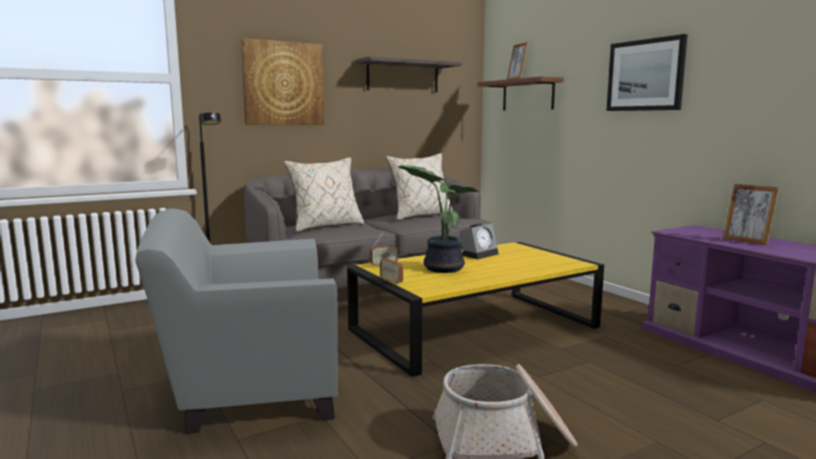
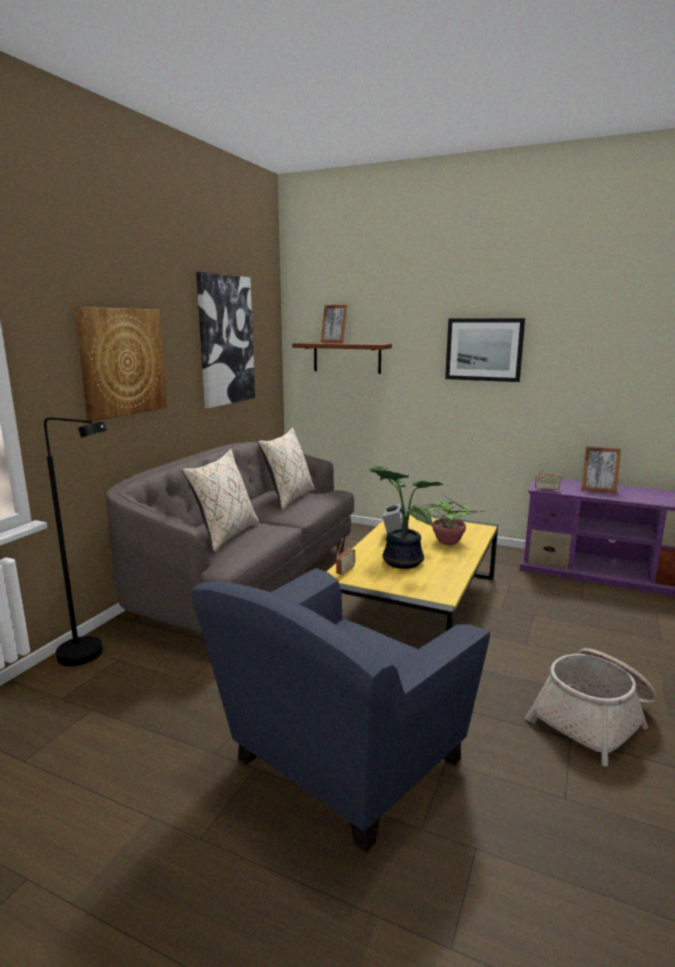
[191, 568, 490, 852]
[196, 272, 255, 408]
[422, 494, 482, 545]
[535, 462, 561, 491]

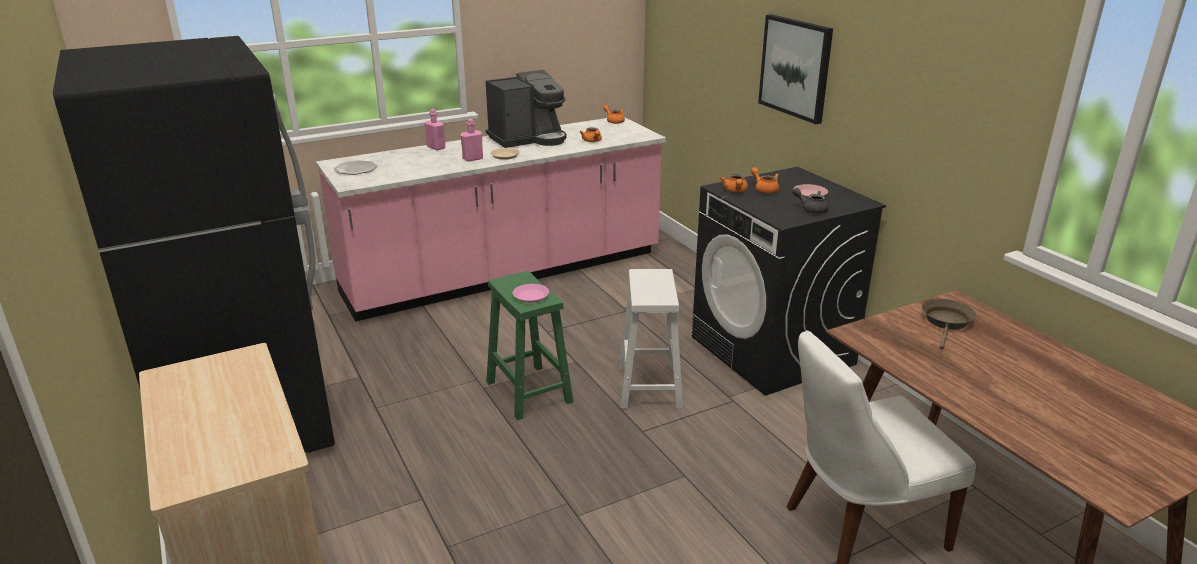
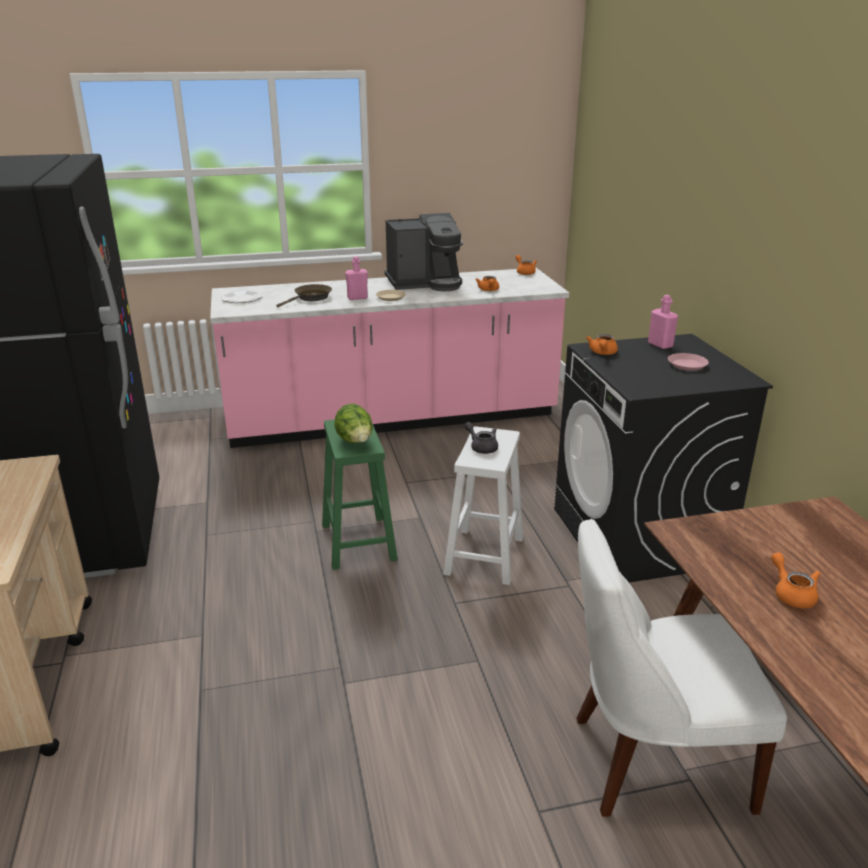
[276, 284, 332, 307]
[334, 404, 373, 443]
[464, 422, 498, 454]
[648, 295, 678, 349]
[771, 552, 820, 608]
[758, 14, 833, 124] (first image)

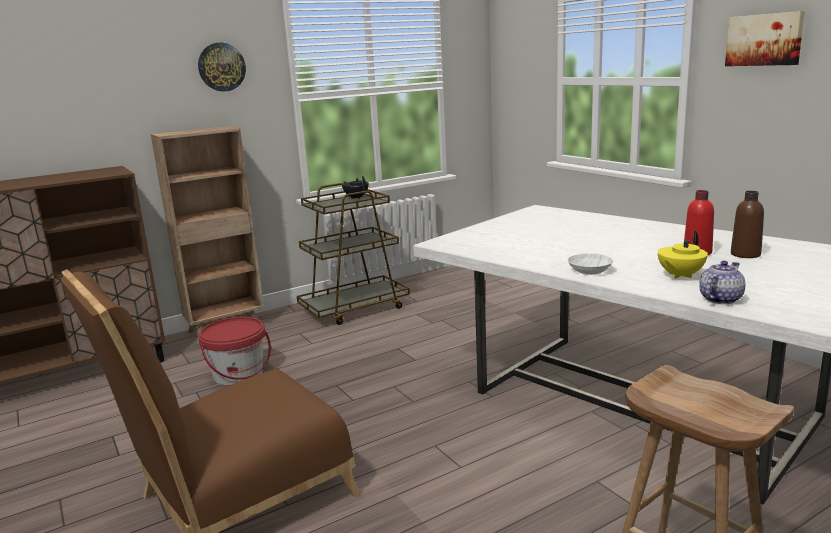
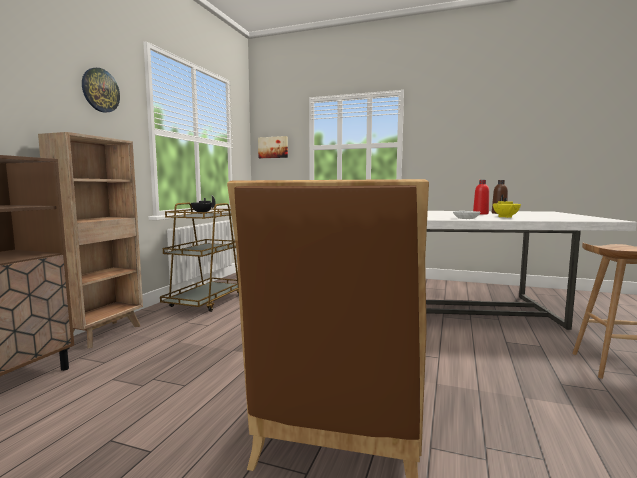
[258, 136, 288, 158]
[198, 317, 271, 385] (first image)
[699, 261, 745, 304] (first image)

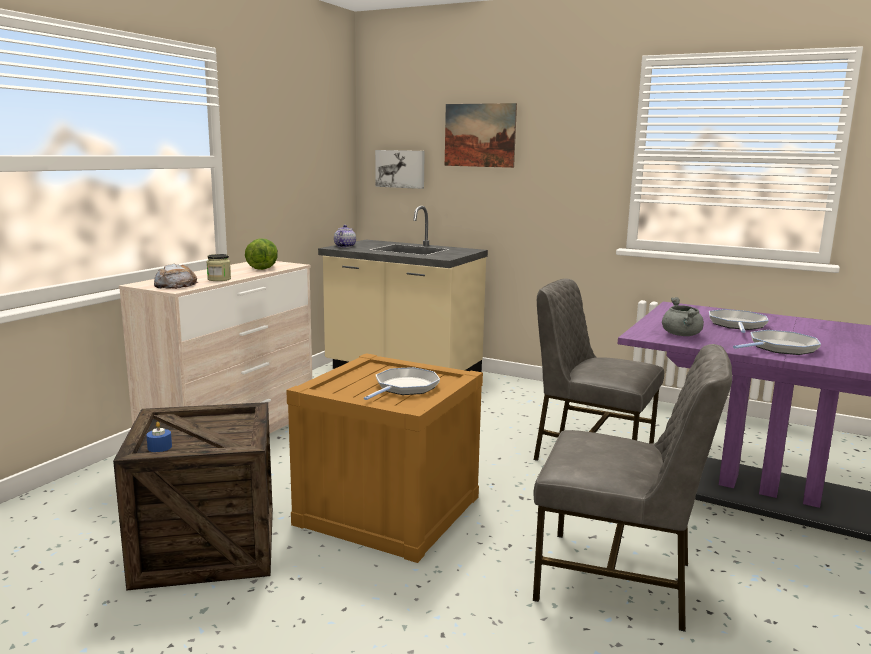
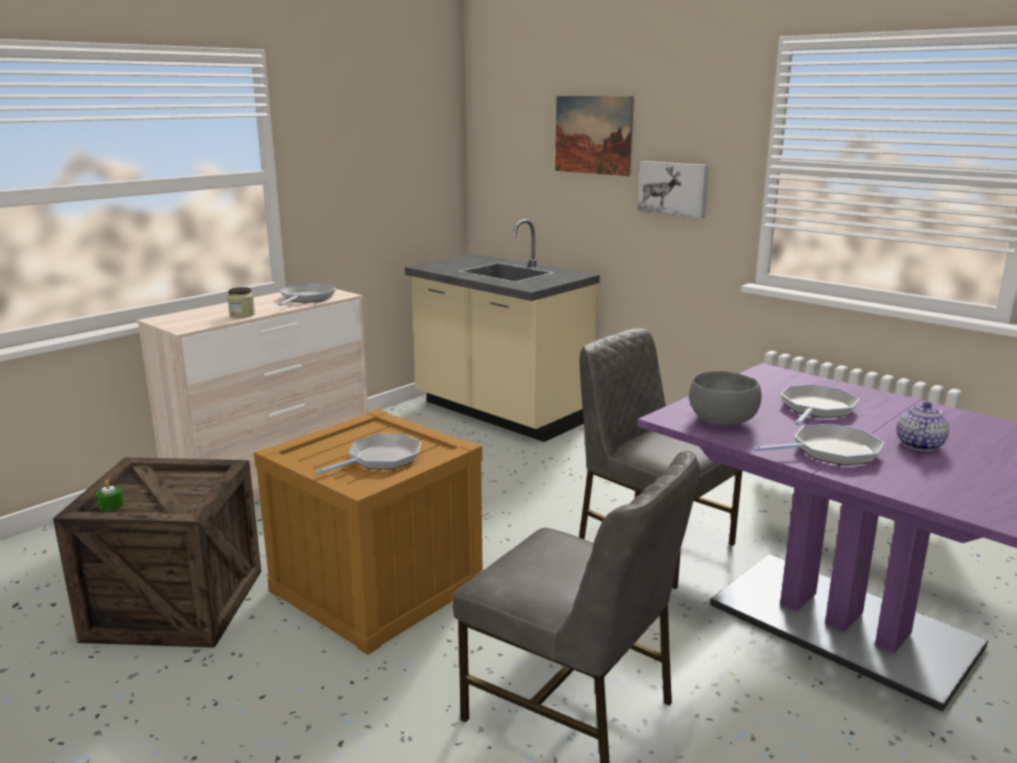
[96, 480, 124, 511]
[278, 283, 336, 306]
[638, 161, 709, 218]
[689, 371, 761, 425]
[897, 402, 949, 451]
[154, 264, 199, 289] (first image)

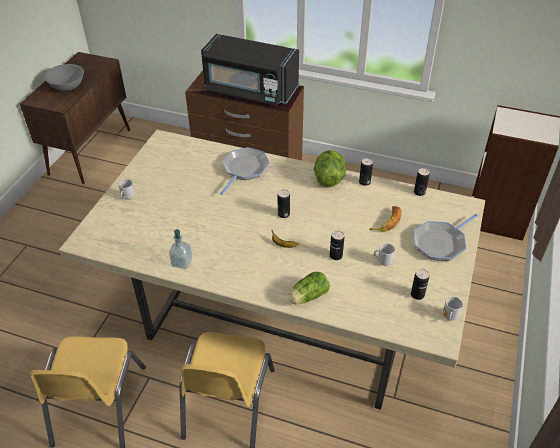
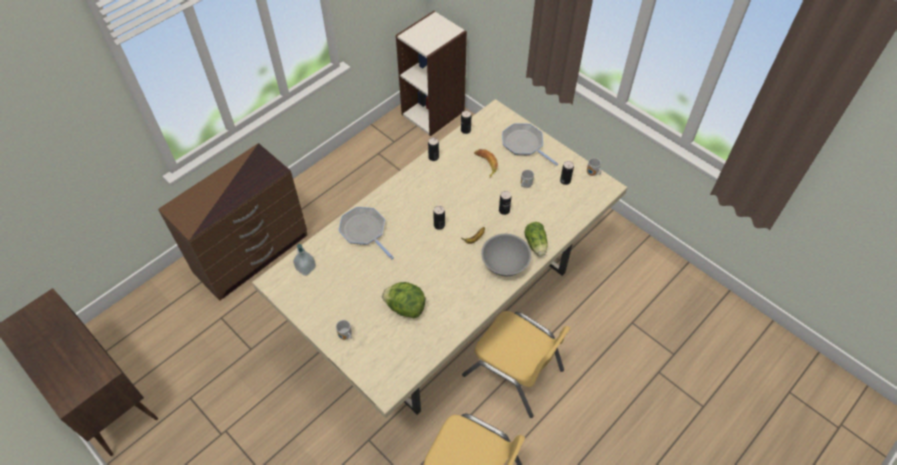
[293, 244, 316, 276]
[382, 282, 425, 318]
[481, 234, 531, 276]
[502, 123, 558, 166]
[201, 34, 299, 106] (first image)

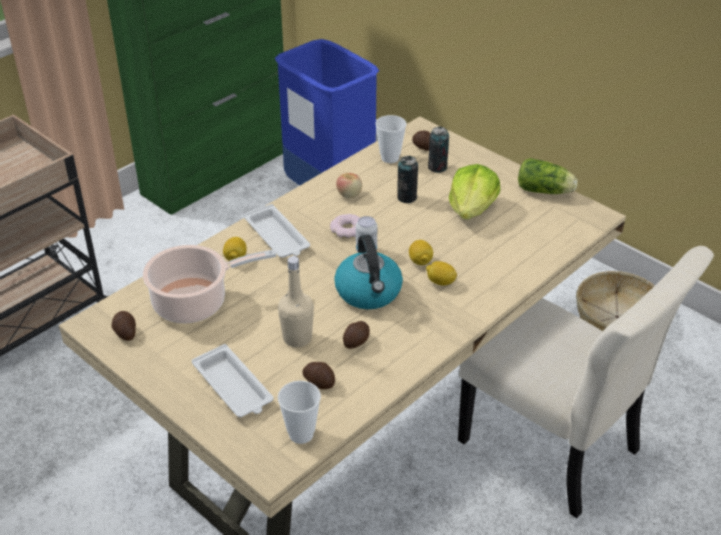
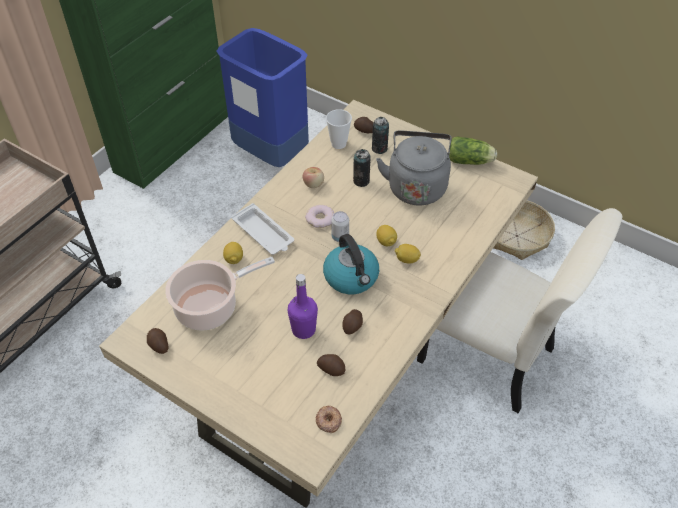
[288, 274, 318, 339]
[315, 406, 342, 433]
[376, 130, 451, 205]
[192, 344, 273, 417] (first image)

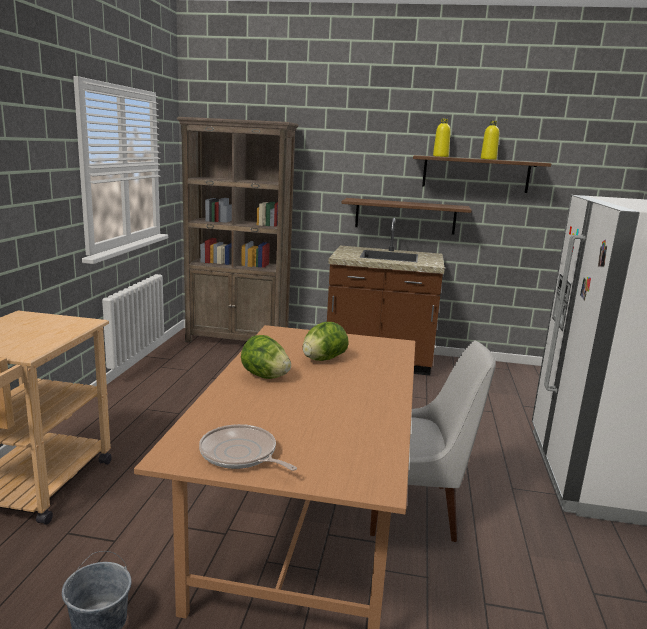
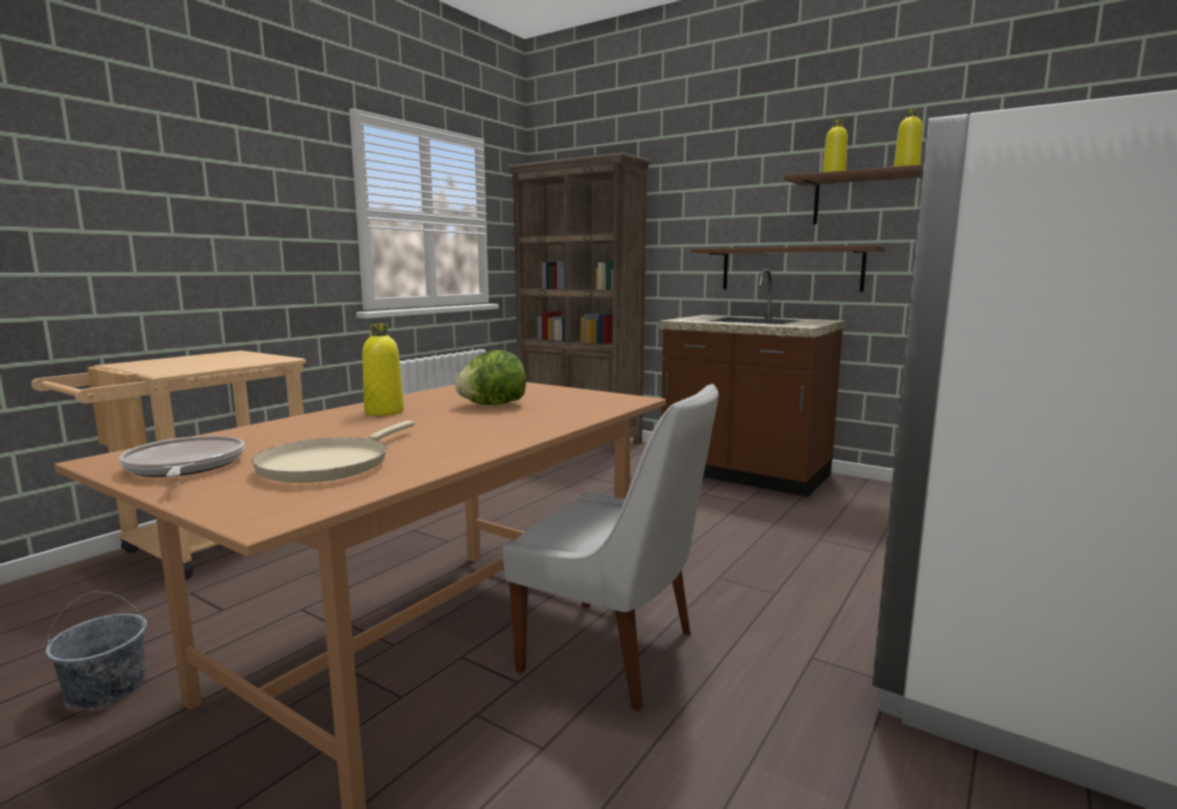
[252, 421, 414, 483]
[362, 323, 404, 416]

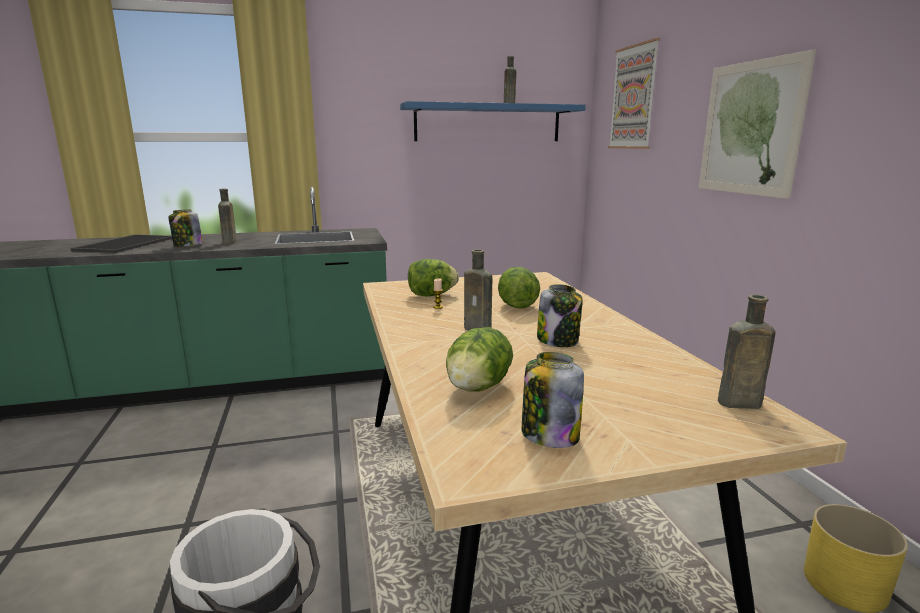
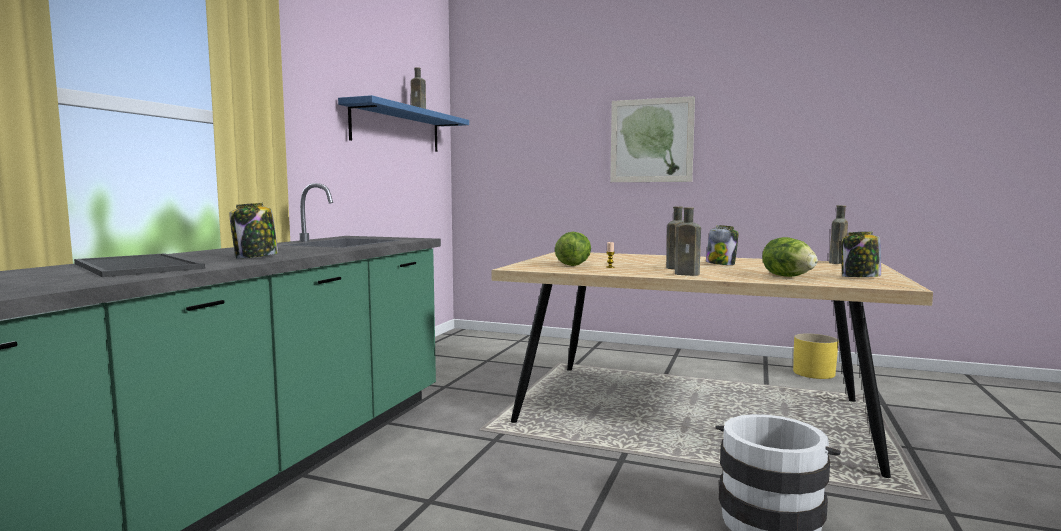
[675, 207, 701, 276]
[498, 267, 540, 309] (first image)
[608, 38, 660, 149] (first image)

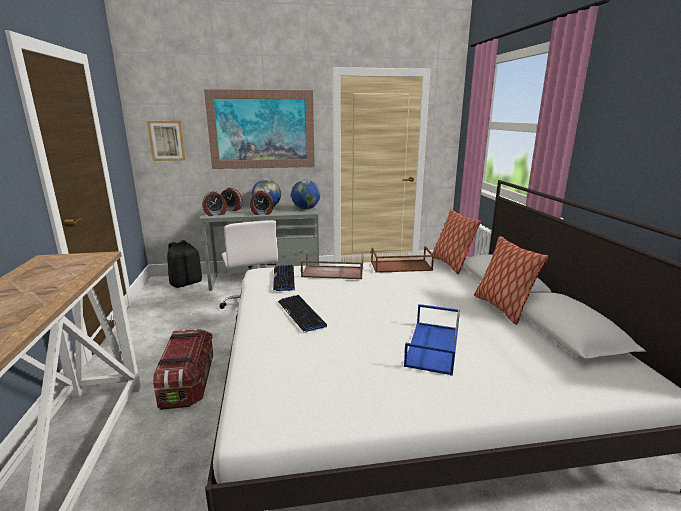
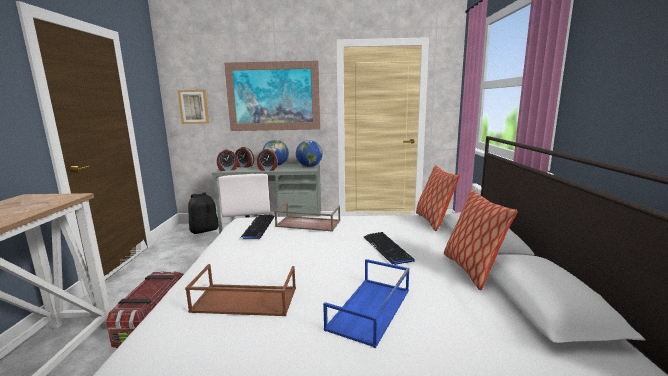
[185, 264, 296, 316]
[364, 232, 415, 265]

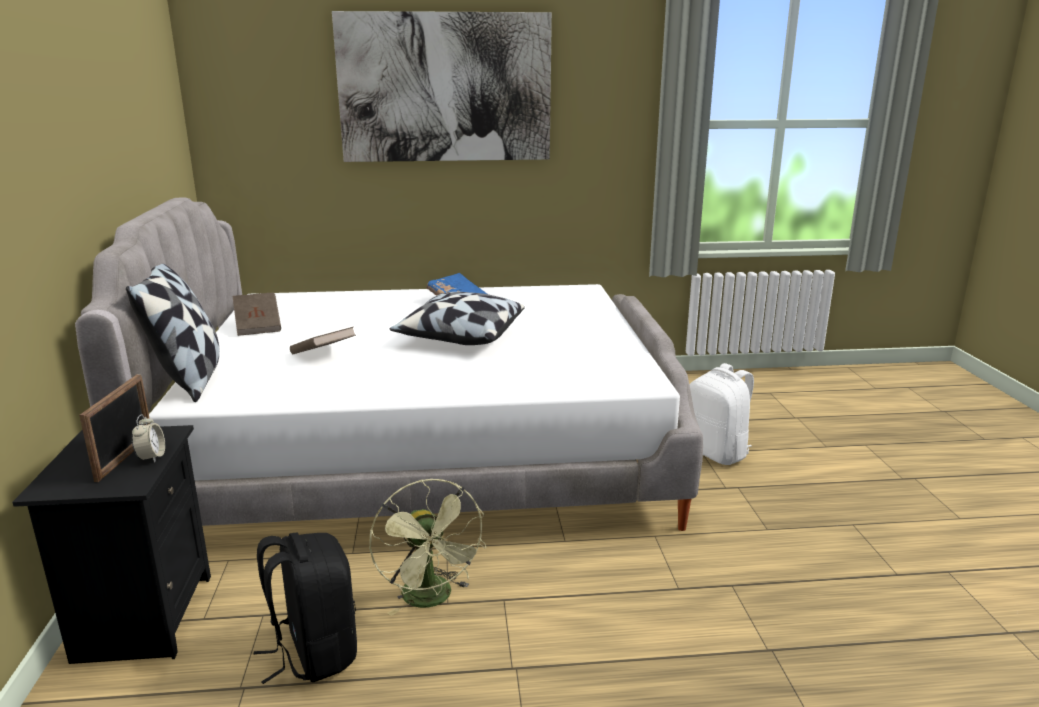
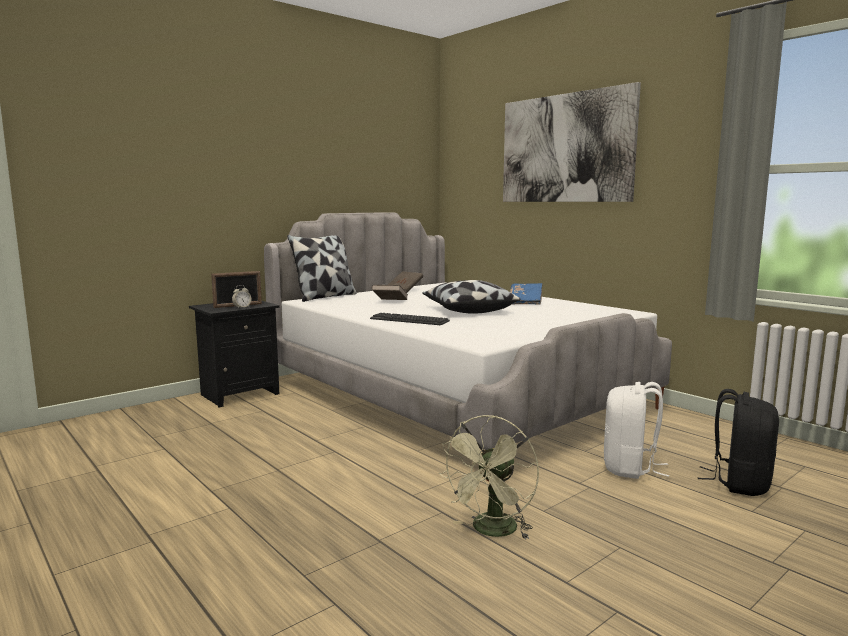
[370, 313, 450, 325]
[439, 415, 539, 539]
[698, 389, 779, 496]

